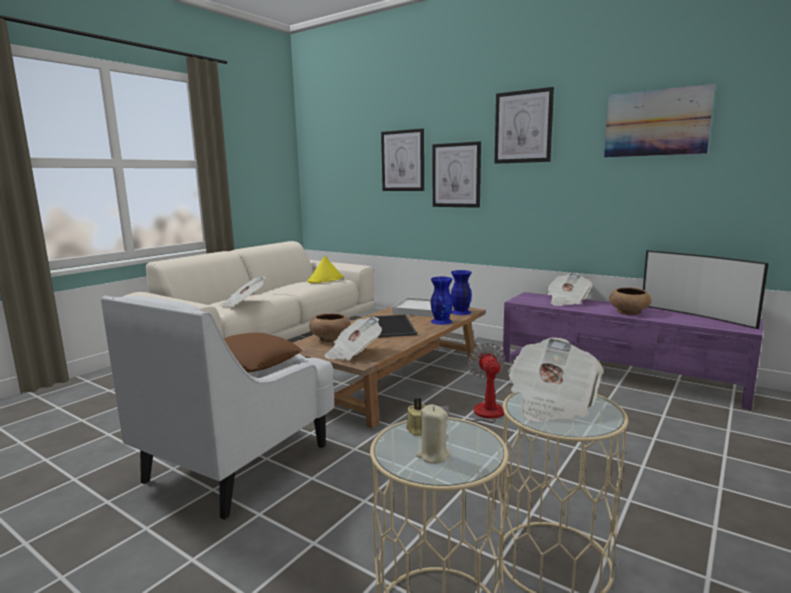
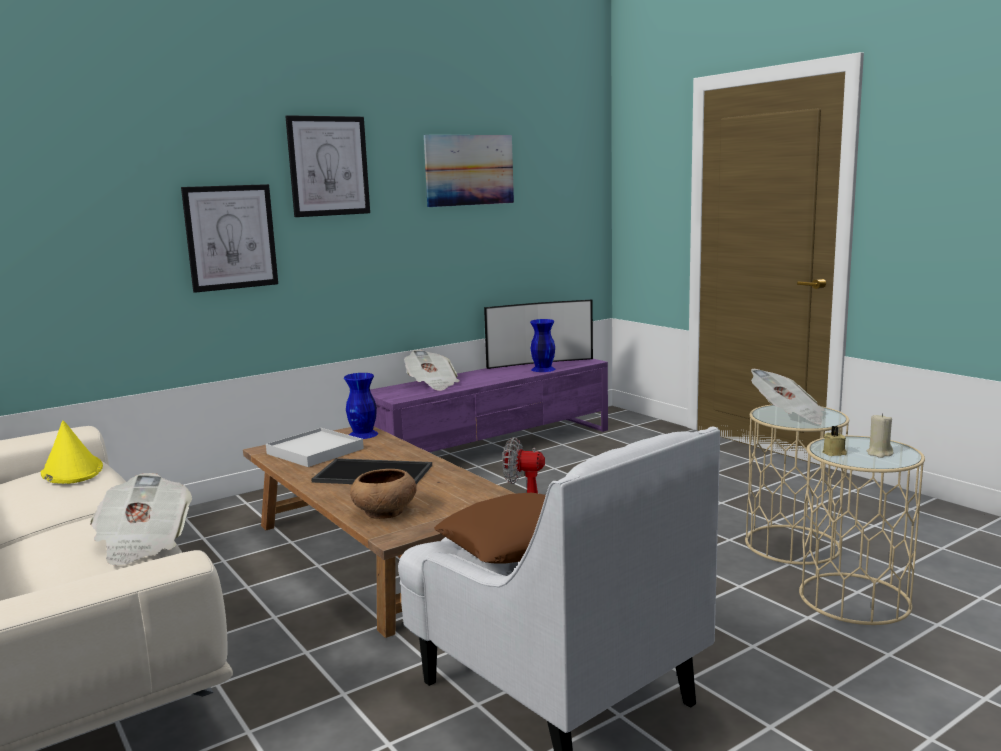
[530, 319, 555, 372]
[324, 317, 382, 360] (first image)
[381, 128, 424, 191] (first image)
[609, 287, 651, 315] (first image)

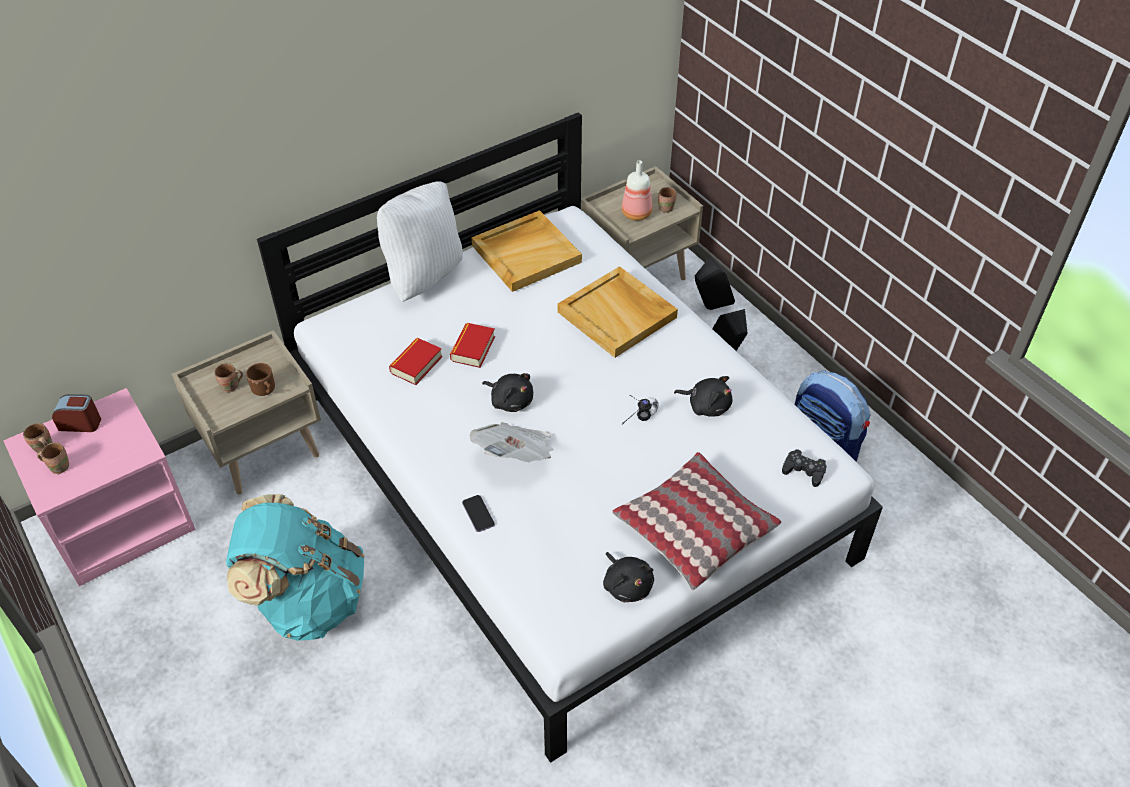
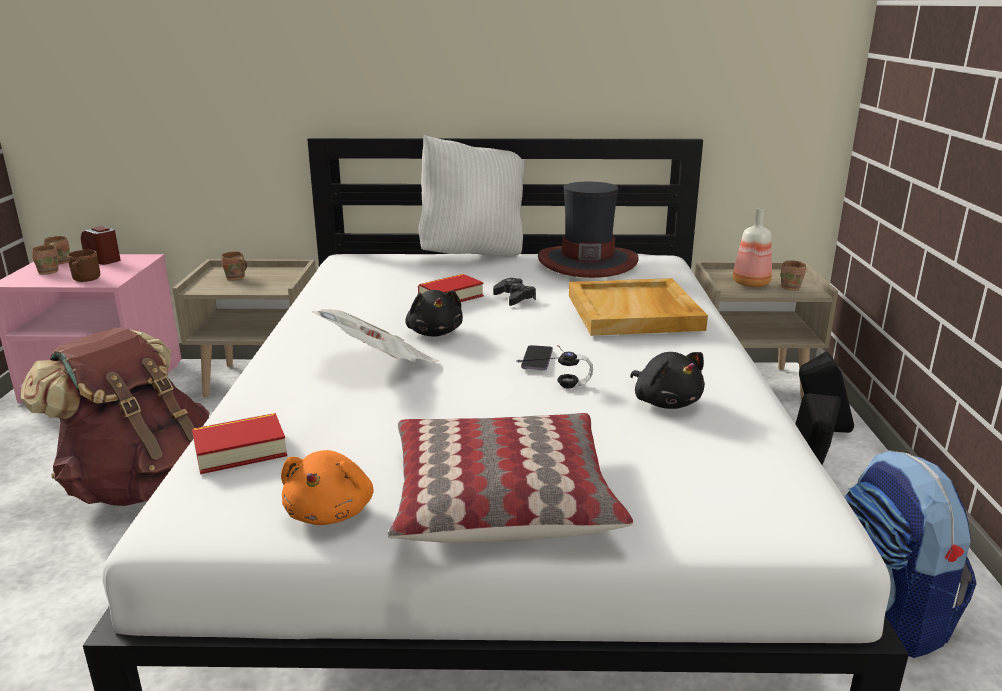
[21, 327, 209, 506]
[67, 250, 100, 282]
[192, 413, 287, 474]
[281, 450, 374, 525]
[493, 278, 536, 306]
[521, 345, 553, 370]
[538, 182, 639, 278]

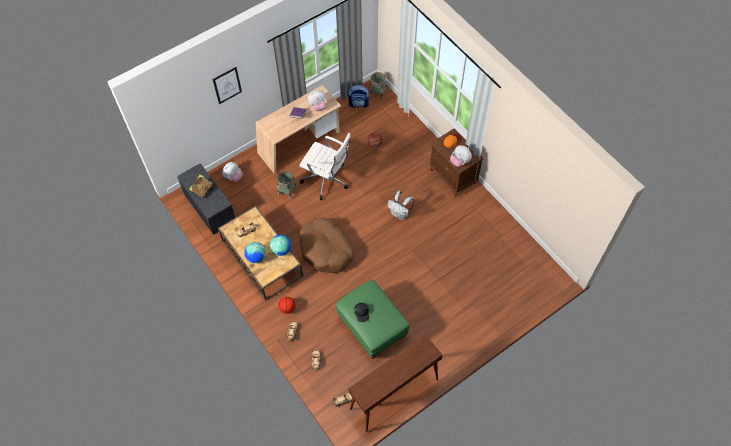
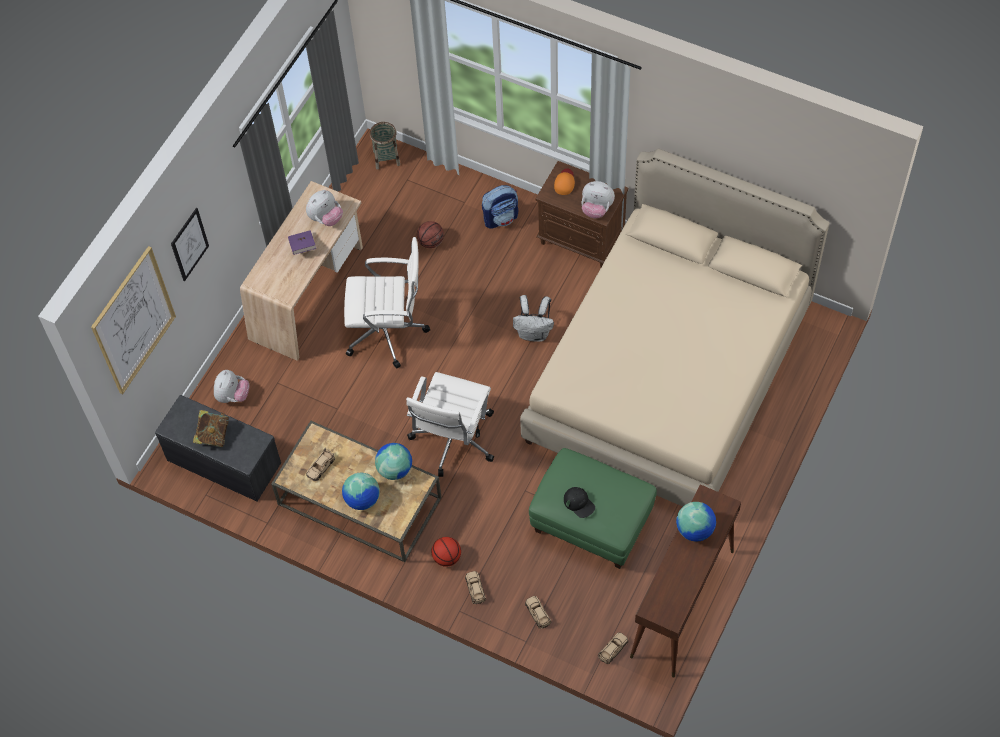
[91, 246, 176, 394]
[406, 372, 494, 477]
[482, 185, 518, 229]
[520, 149, 829, 506]
[676, 502, 716, 541]
[277, 171, 297, 200] (first image)

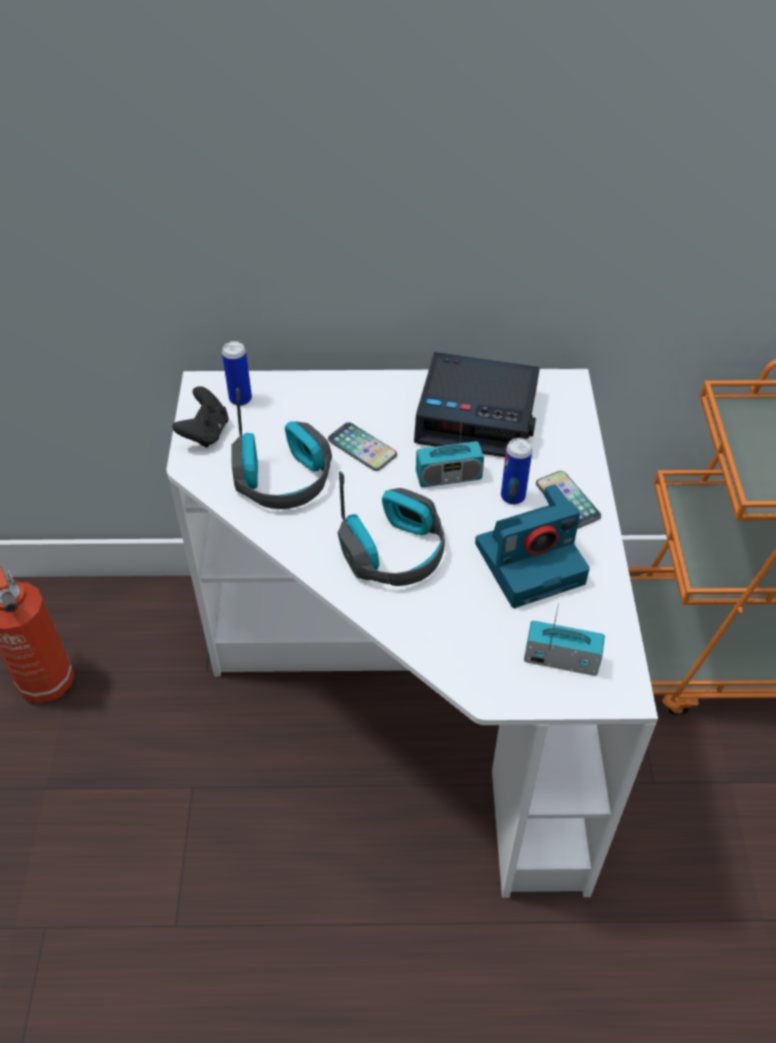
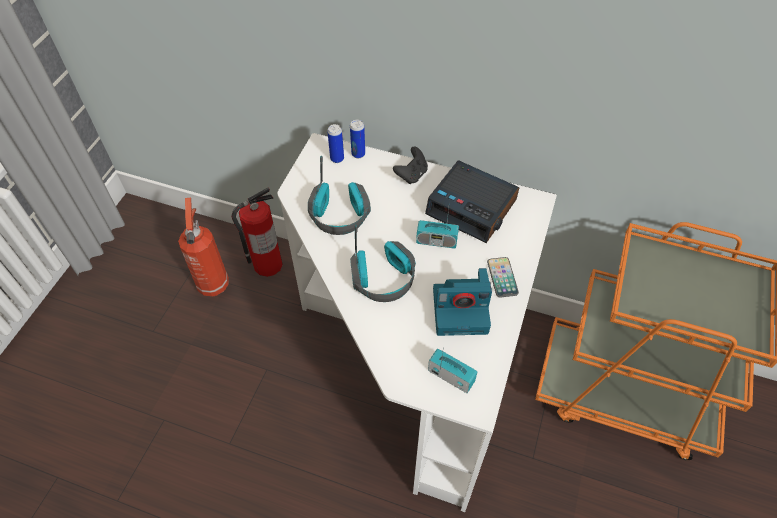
[231, 187, 283, 277]
[350, 120, 365, 158]
[393, 147, 428, 184]
[328, 422, 397, 471] (first image)

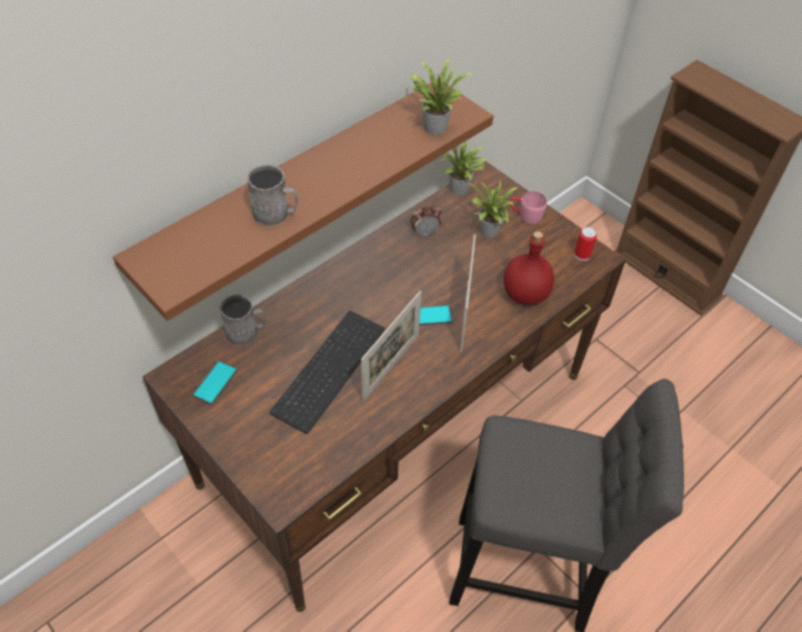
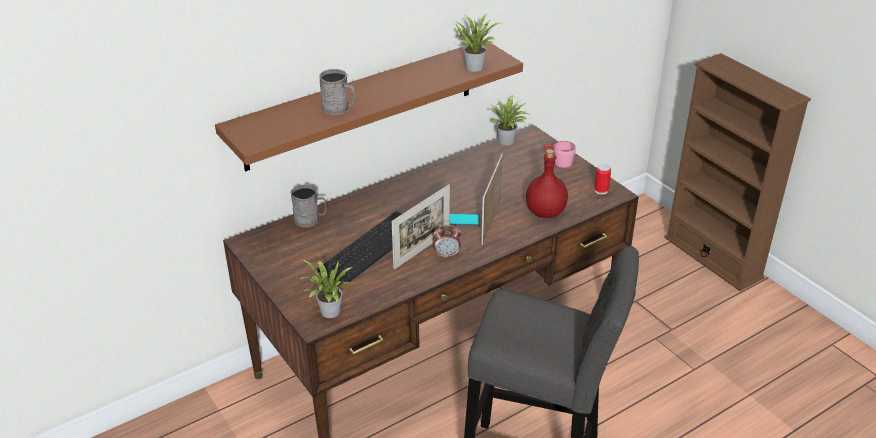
[301, 259, 353, 318]
[433, 225, 461, 258]
[193, 360, 238, 405] (first image)

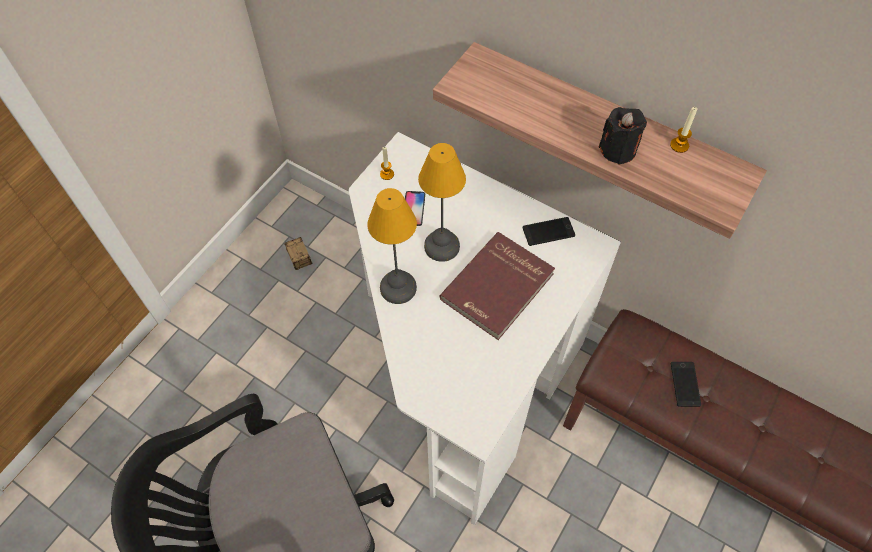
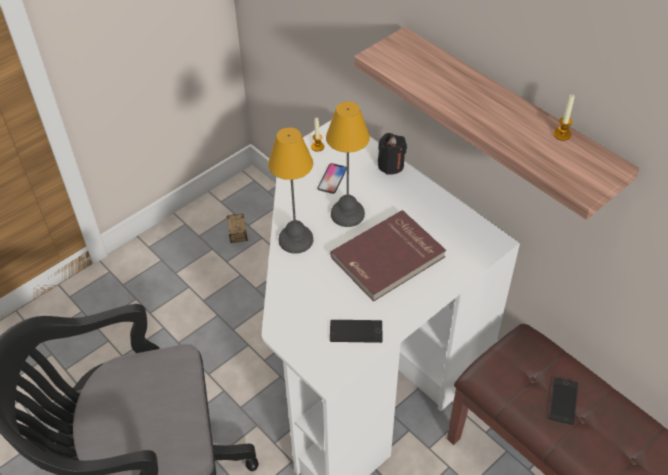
[330, 320, 382, 343]
[378, 133, 407, 175]

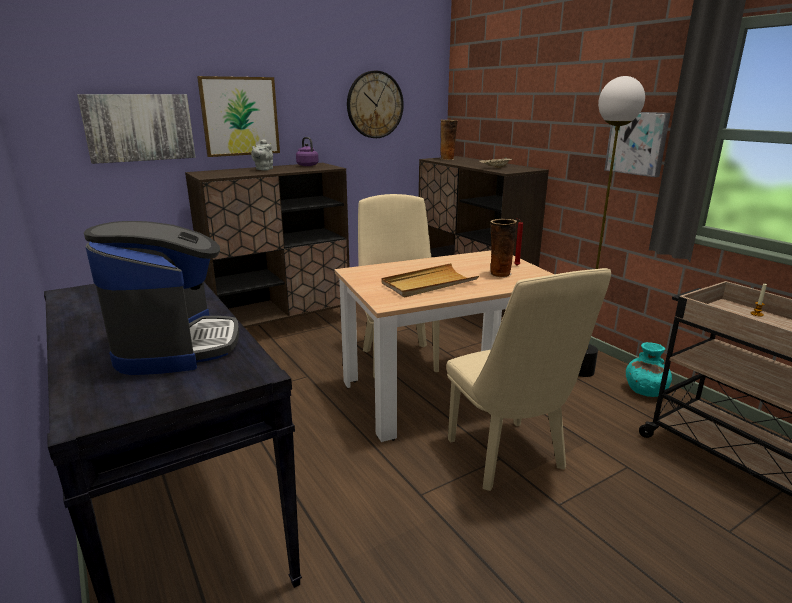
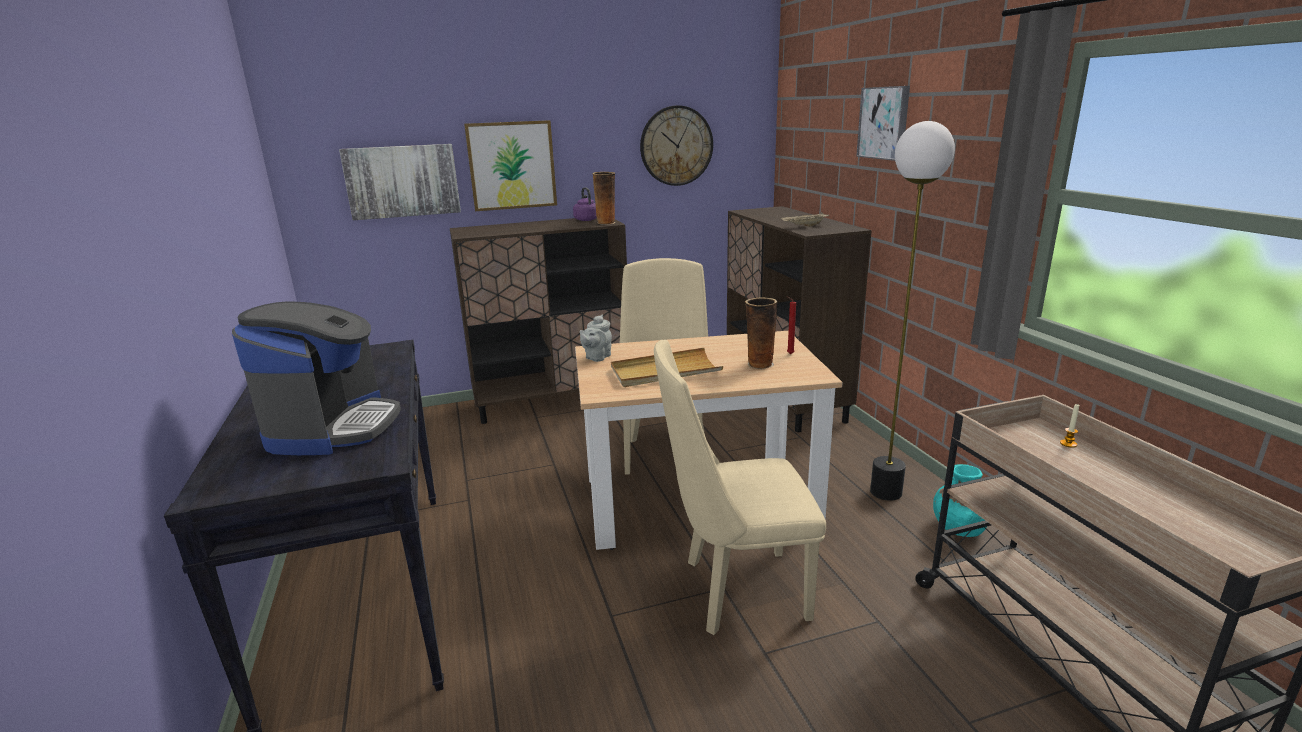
[579, 315, 612, 362]
[593, 172, 615, 225]
[654, 340, 826, 635]
[856, 86, 910, 161]

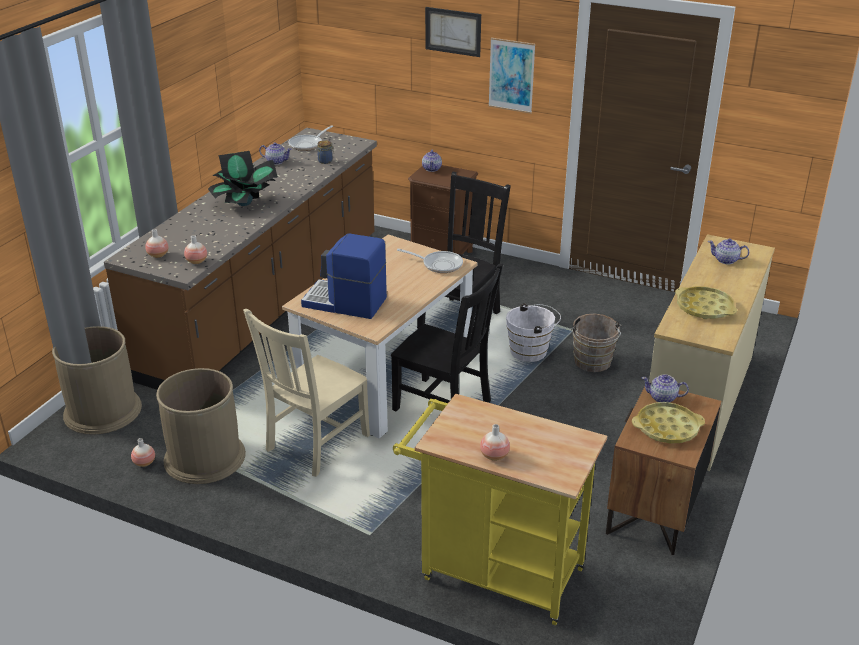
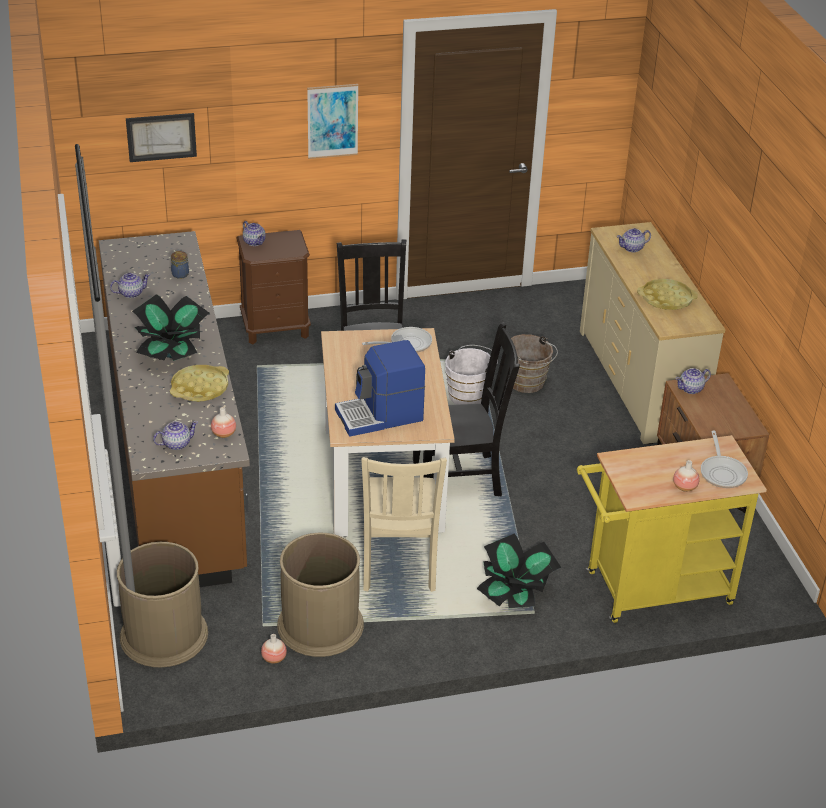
[126, 113, 197, 162]
[153, 421, 198, 450]
[170, 365, 229, 402]
[477, 533, 562, 608]
[701, 431, 748, 488]

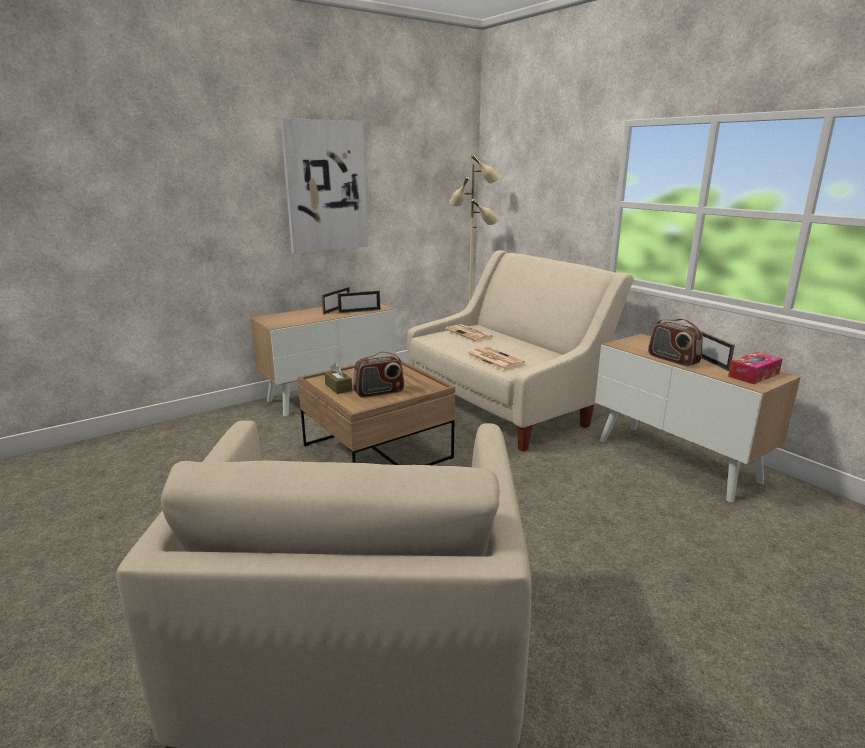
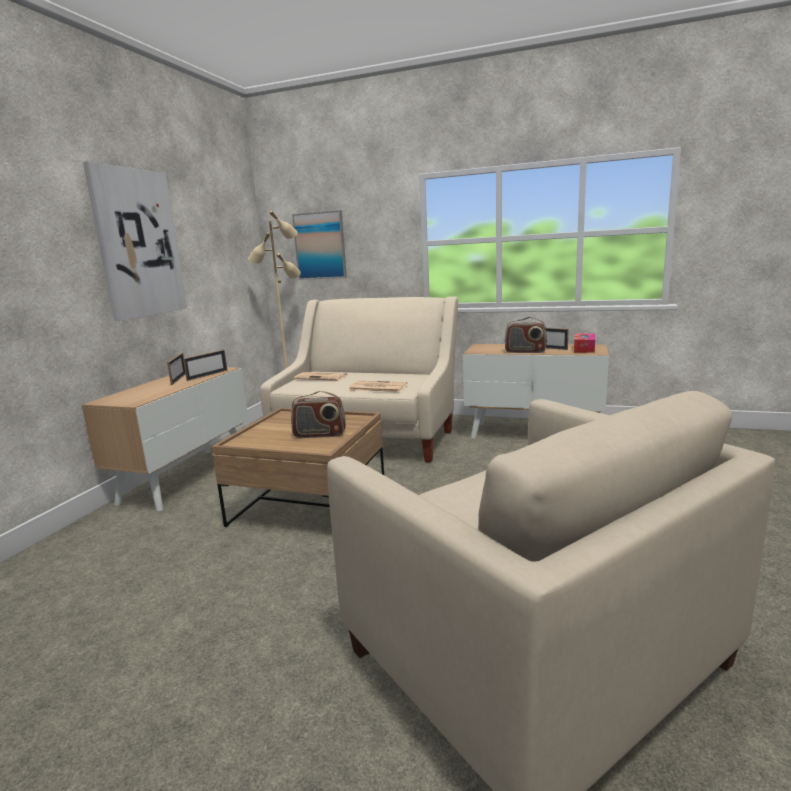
[291, 391, 346, 438]
[292, 210, 347, 280]
[324, 363, 352, 394] (first image)

